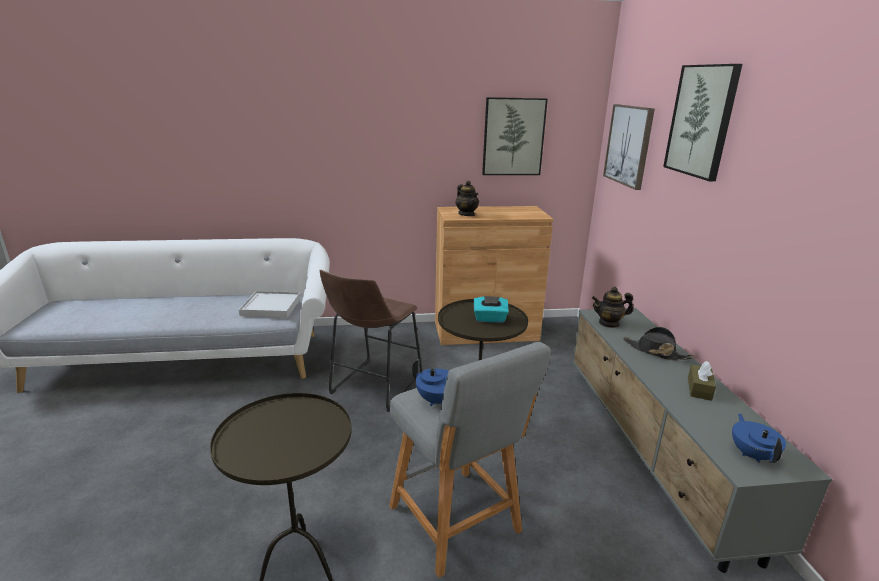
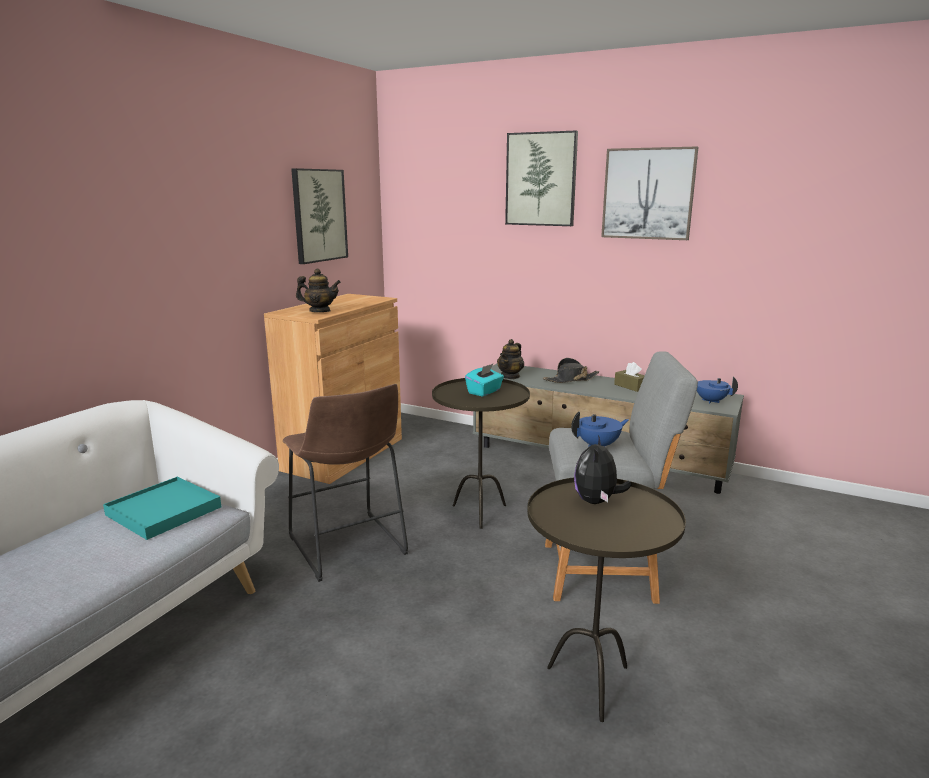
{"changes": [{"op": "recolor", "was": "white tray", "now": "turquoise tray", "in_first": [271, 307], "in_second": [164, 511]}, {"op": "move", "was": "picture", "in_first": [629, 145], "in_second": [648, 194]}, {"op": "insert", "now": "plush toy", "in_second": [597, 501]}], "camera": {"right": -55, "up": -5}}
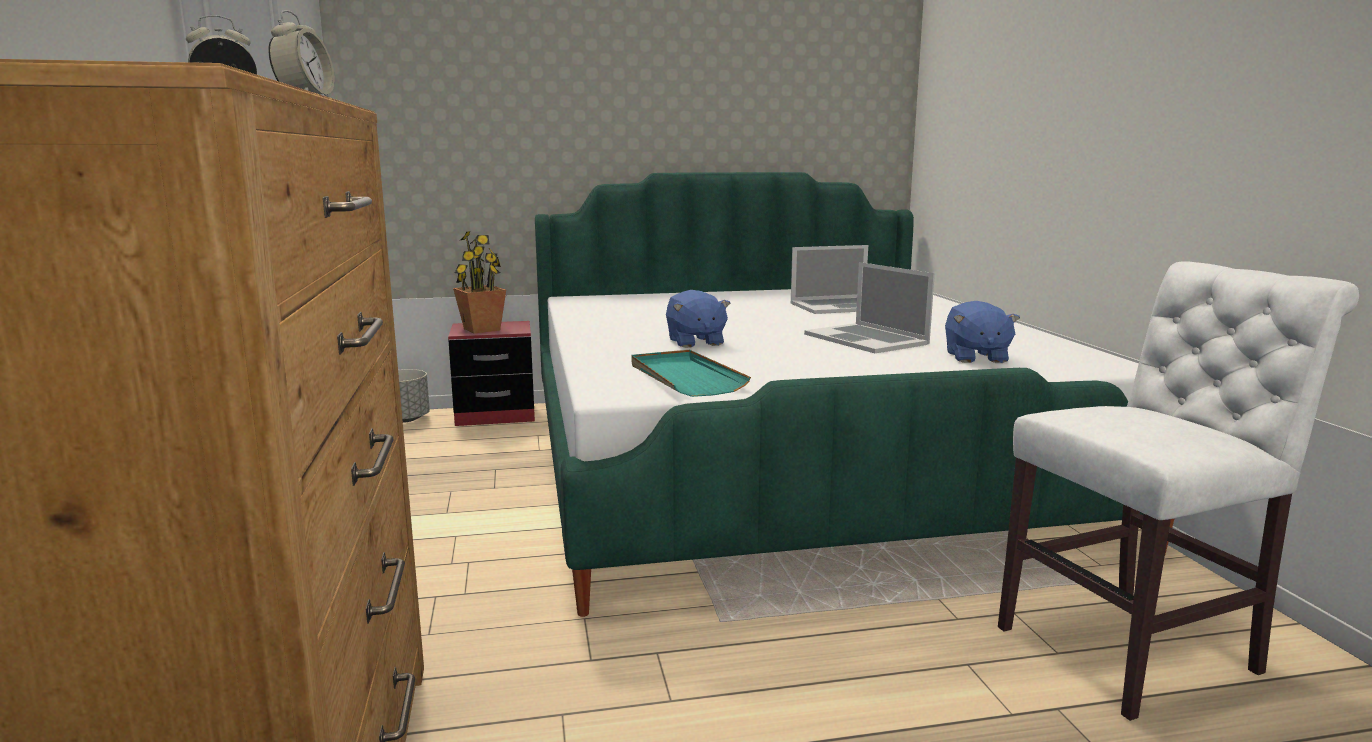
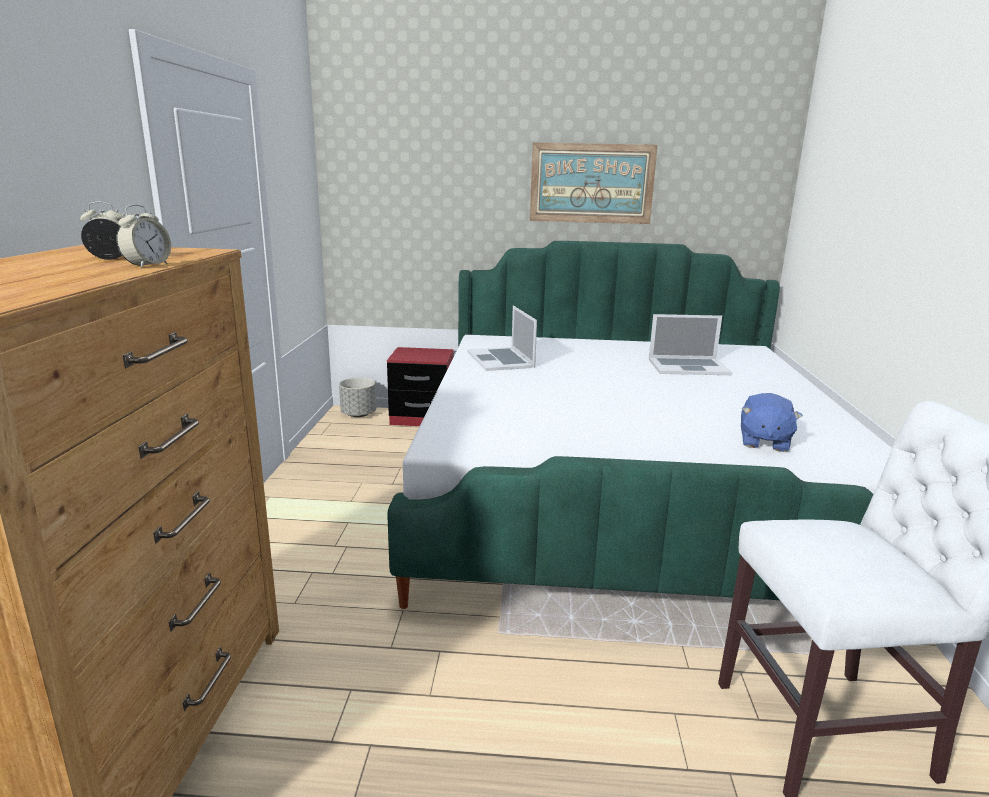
{"changes": [{"op": "delete", "was": "potted plant", "in_first": [481, 329]}, {"op": "delete", "was": "turquoise tray", "in_first": [685, 377]}, {"op": "delete", "was": "blue plush toy", "in_first": [695, 342]}, {"op": "move", "was": "laptop", "in_first": [866, 339], "in_second": [501, 359]}, {"op": "insert", "now": "picture", "in_second": [591, 183]}], "camera": {"right": 15, "up": 5}}
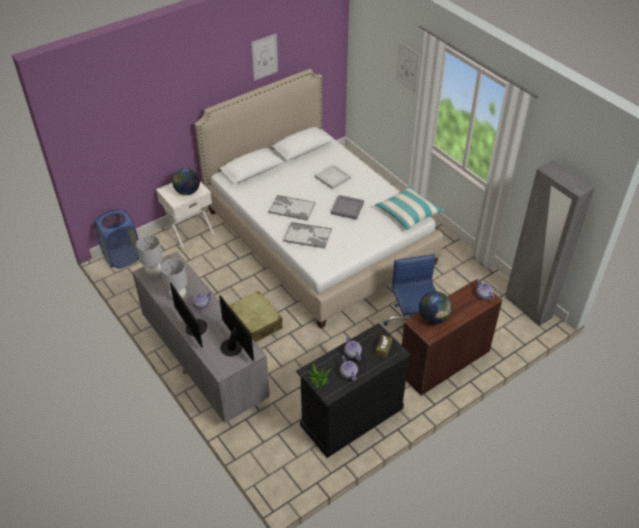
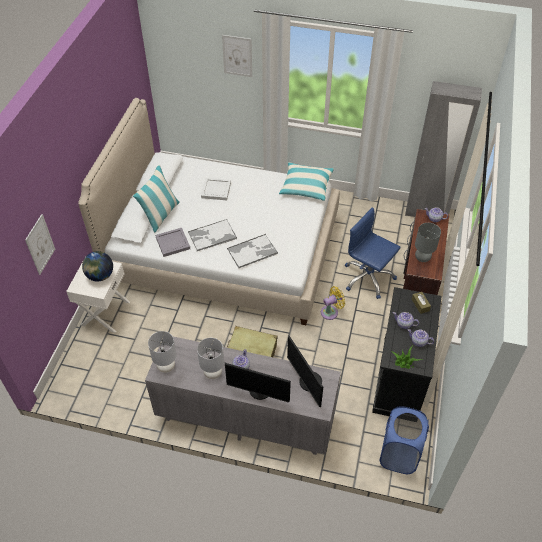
{"changes": [{"op": "move", "was": "blue laundry basket", "in_first": [122, 257], "in_second": [399, 454]}, {"op": "rotate", "was": "monitor", "in_first": [233, 346], "in_second": [308, 383], "clockwise": -135}, {"op": "move", "was": "picture", "in_first": [264, 57], "in_second": [40, 244]}, {"op": "move", "was": "grey tray", "in_first": [348, 208], "in_second": [173, 242]}, {"op": "replace", "was": "globe", "now": "grey table lamp", "in_first": [433, 318], "in_second": [422, 258]}, {"op": "insert", "now": "pillow", "in_second": [160, 215]}, {"op": "insert", "now": "yellow fan", "in_second": [331, 312]}], "camera": {"right": -40, "up": 5}}
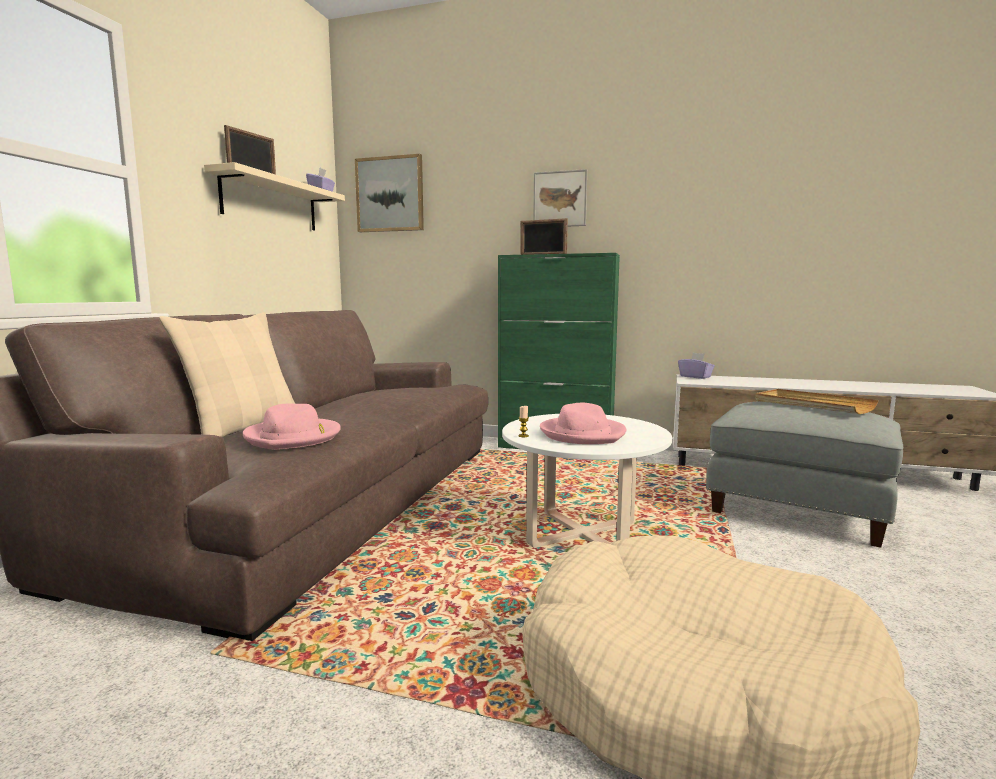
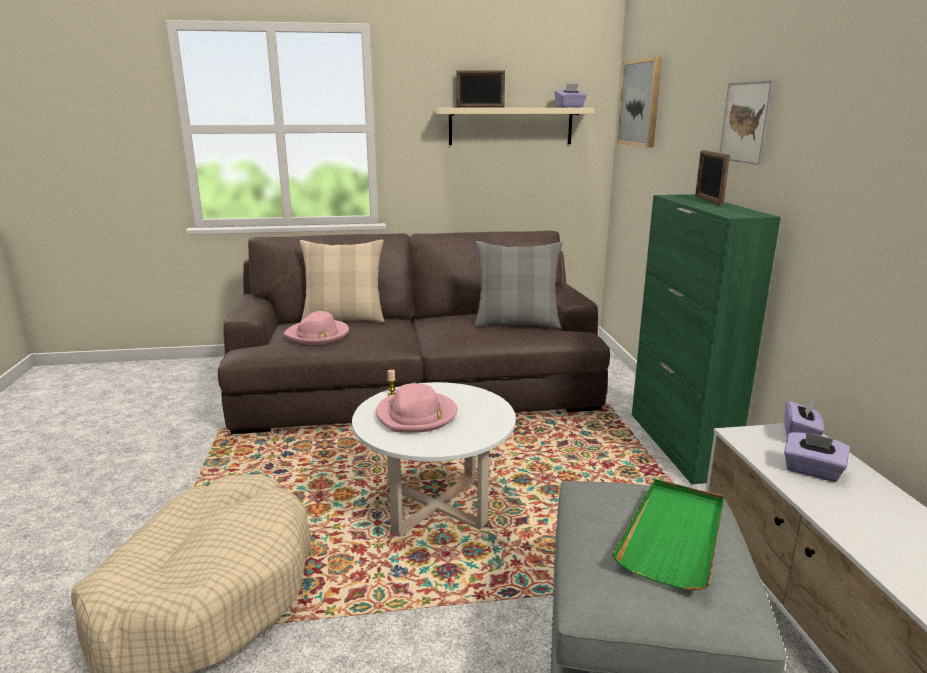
{"changes": [{"op": "recolor", "was": "beige tray", "now": "green tray", "in_first": [812, 405], "in_second": [674, 535]}, {"op": "insert", "now": "grey pillow", "in_second": [516, 324]}, {"op": "insert", "now": "purple tissue box", "in_second": [812, 471]}], "camera": {"right": 65, "up": 10}}
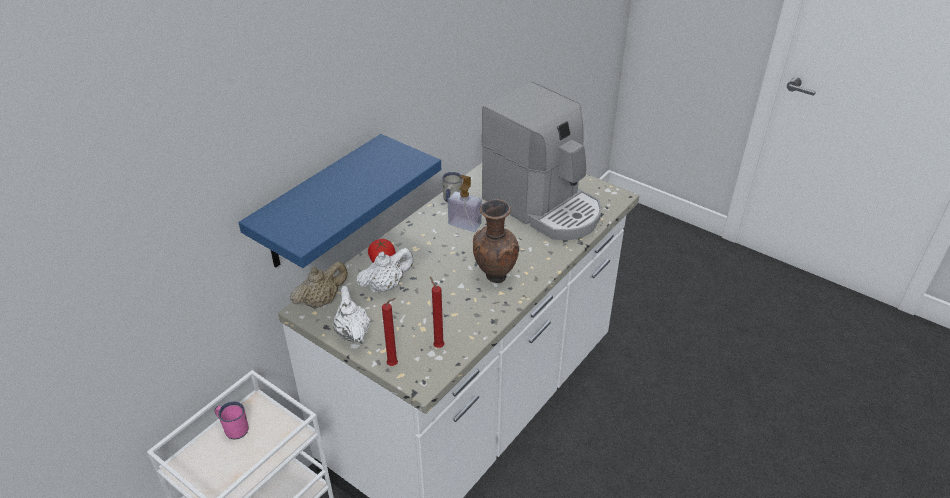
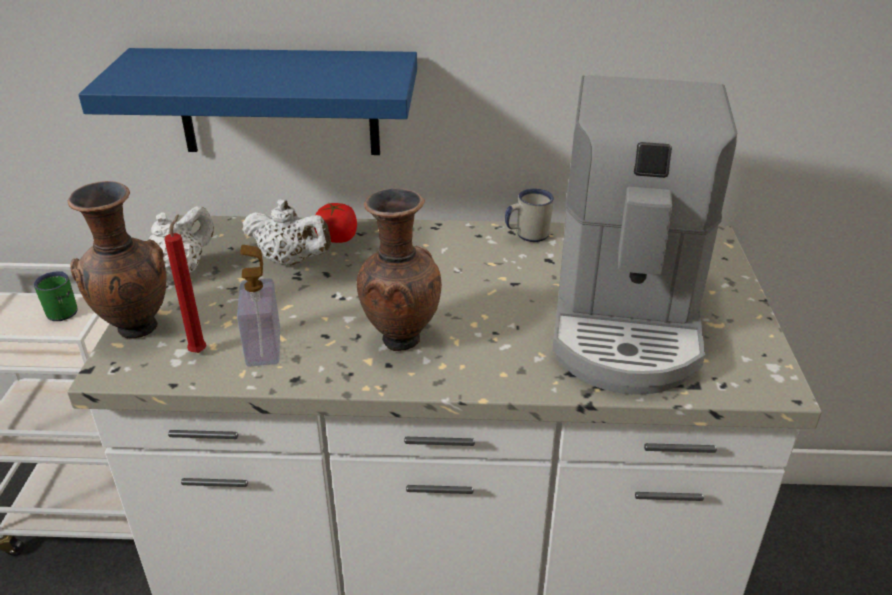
{"changes": [{"op": "recolor", "was": "pink mug", "now": "green mug", "in_first": [233, 428], "in_second": [64, 309]}, {"op": "delete", "was": "beige teapot", "in_first": [321, 301]}, {"op": "replace", "was": "red candle", "now": "brown vase", "in_first": [394, 364], "in_second": [135, 330]}, {"op": "move", "was": "soap dispenser", "in_first": [464, 224], "in_second": [263, 347]}], "camera": {"right": 55, "up": -5}}
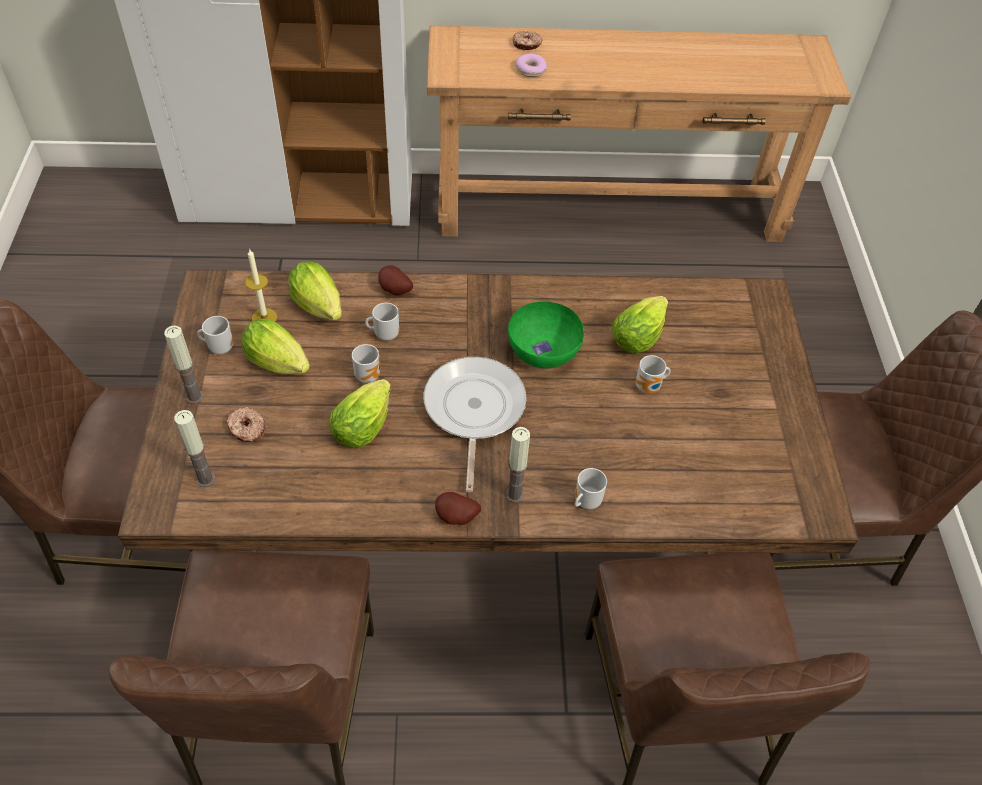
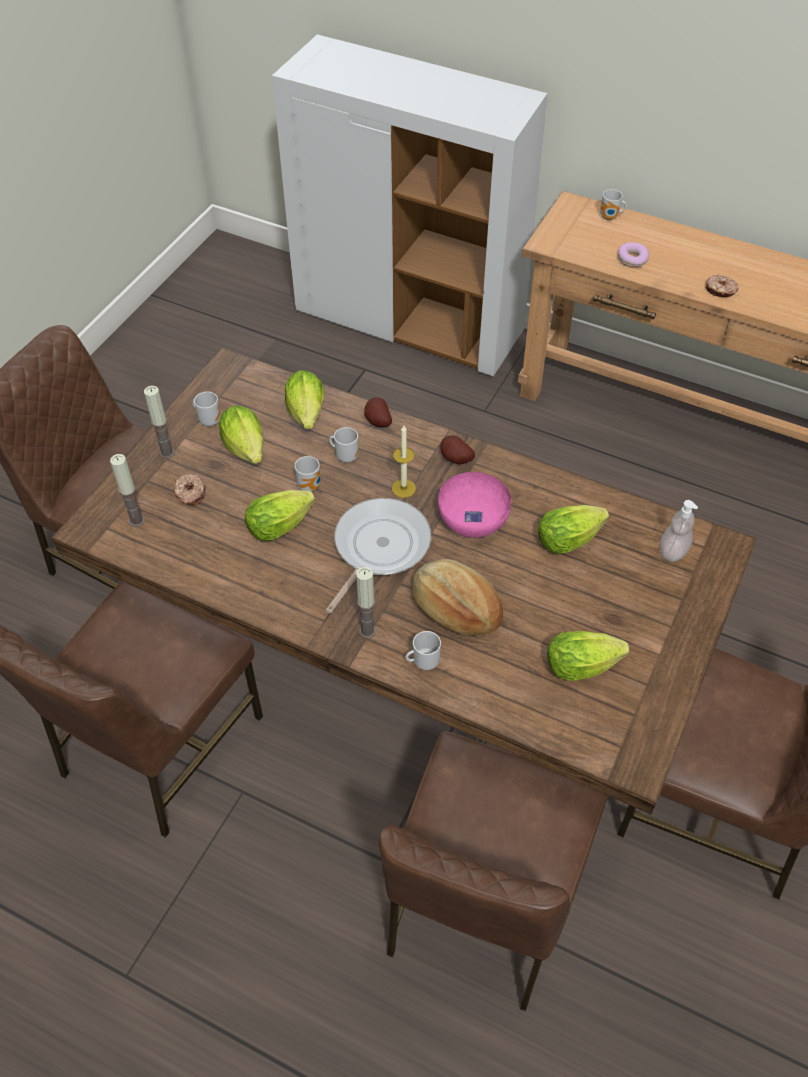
{"changes": [{"op": "move", "was": "candle", "in_first": [264, 317], "in_second": [403, 488]}, {"op": "move", "was": "potato", "in_first": [456, 518], "in_second": [455, 460]}, {"op": "recolor", "was": "green bowl", "now": "pink bowl", "in_first": [542, 351], "in_second": [471, 520]}, {"op": "move", "was": "donut", "in_first": [526, 45], "in_second": [720, 290]}, {"op": "move", "was": "mug", "in_first": [649, 388], "in_second": [610, 218]}, {"op": "insert", "now": "bread", "in_second": [455, 609]}, {"op": "insert", "now": "lettuce", "in_second": [585, 665]}, {"op": "insert", "now": "soap dispenser", "in_second": [673, 551]}], "camera": {"right": 30, "up": 0}}
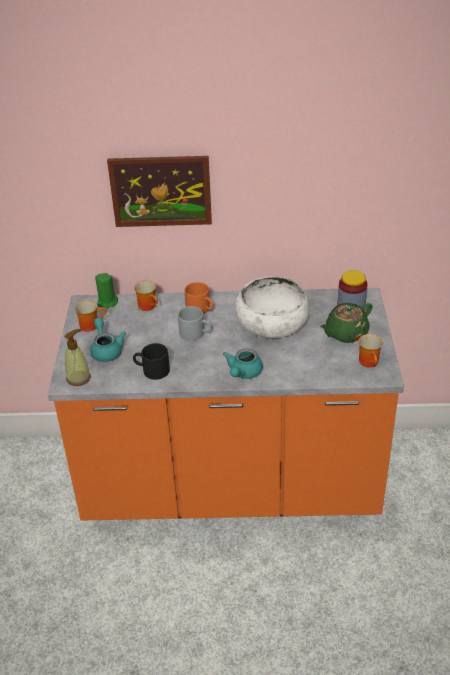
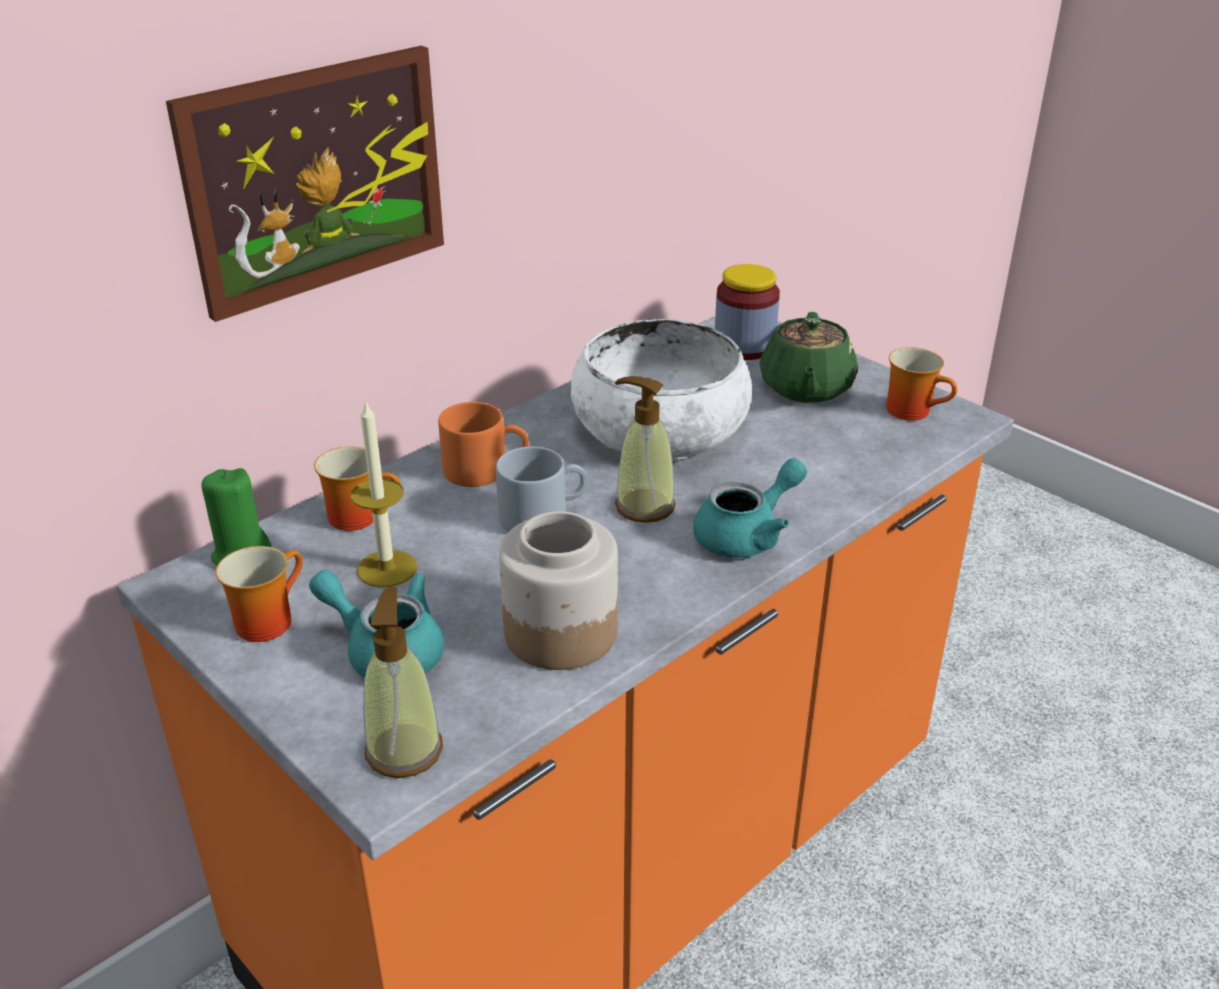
{"changes": [{"op": "replace", "was": "black mug", "now": "jar", "in_first": [151, 370], "in_second": [559, 632]}, {"op": "rotate", "was": "turquoise teapot", "in_first": [243, 373], "in_second": [747, 535], "clockwise": -105}, {"op": "insert", "now": "candle", "in_second": [387, 568]}, {"op": "insert", "now": "soap dispenser", "in_second": [644, 506]}], "camera": {"right": -45, "up": -5}}
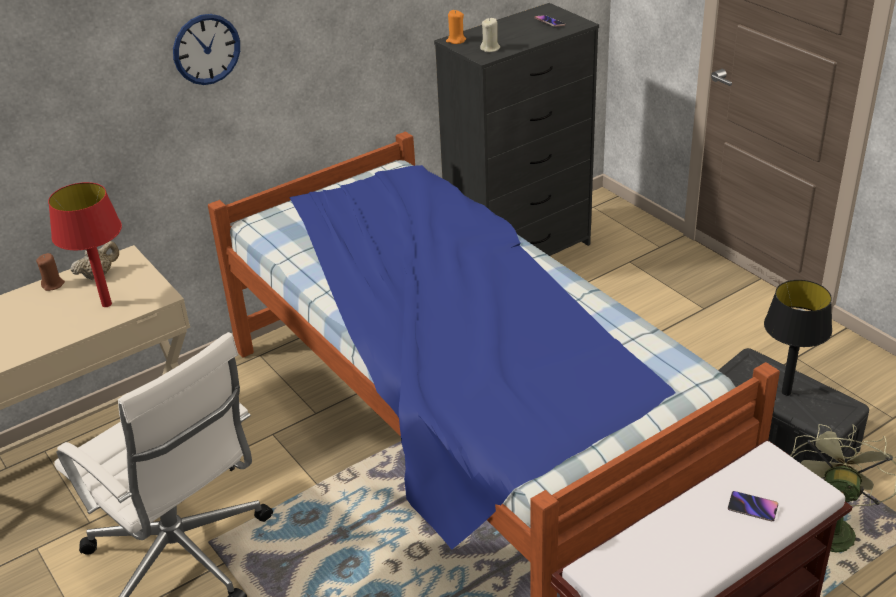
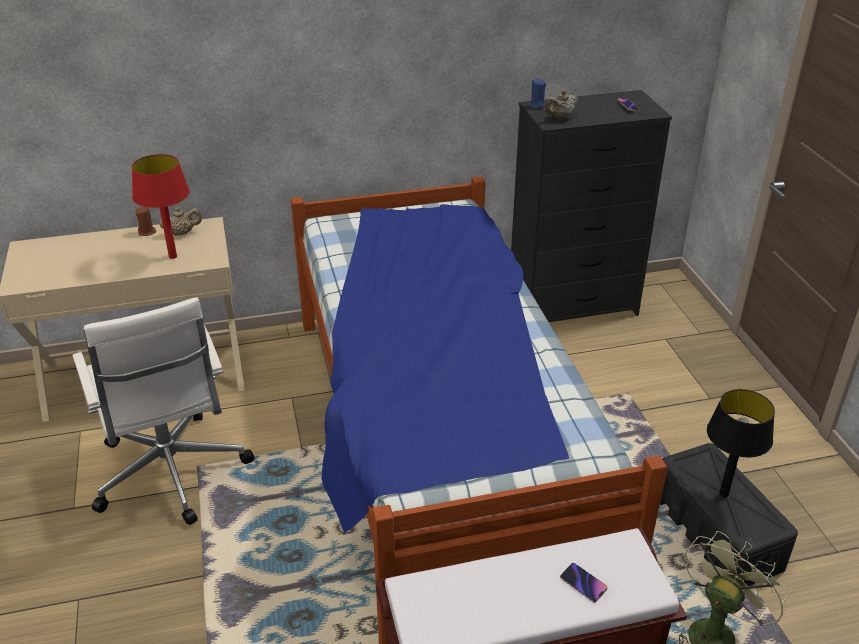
{"changes": [{"op": "delete", "was": "wall clock", "in_first": [206, 49]}, {"op": "recolor", "was": "orange candle", "now": "blue candle", "in_first": [456, 40], "in_second": [536, 106]}, {"op": "replace", "was": "beige candle", "now": "beige teapot", "in_first": [490, 48], "in_second": [560, 118]}], "camera": {"right": 20, "up": 0}}
